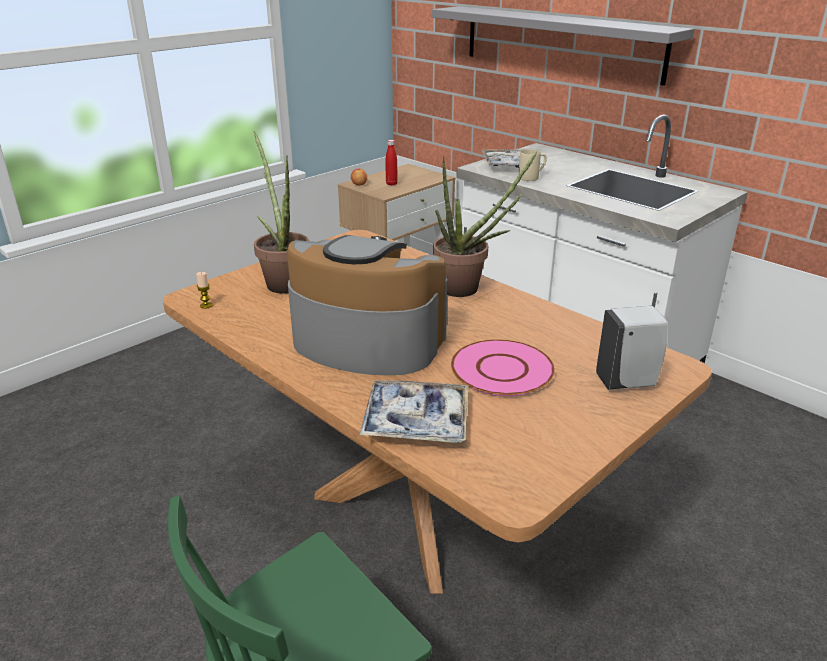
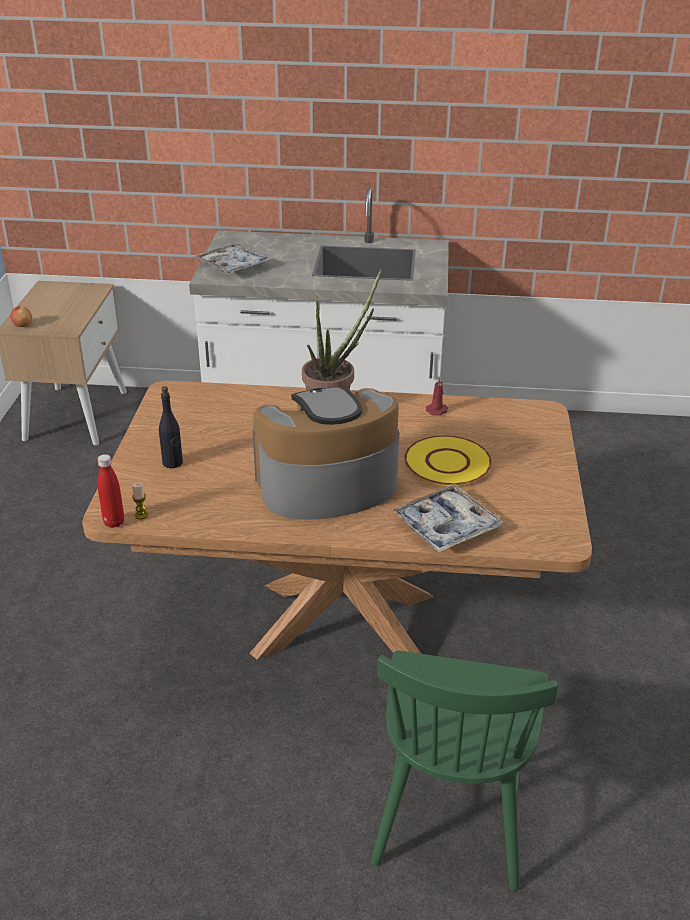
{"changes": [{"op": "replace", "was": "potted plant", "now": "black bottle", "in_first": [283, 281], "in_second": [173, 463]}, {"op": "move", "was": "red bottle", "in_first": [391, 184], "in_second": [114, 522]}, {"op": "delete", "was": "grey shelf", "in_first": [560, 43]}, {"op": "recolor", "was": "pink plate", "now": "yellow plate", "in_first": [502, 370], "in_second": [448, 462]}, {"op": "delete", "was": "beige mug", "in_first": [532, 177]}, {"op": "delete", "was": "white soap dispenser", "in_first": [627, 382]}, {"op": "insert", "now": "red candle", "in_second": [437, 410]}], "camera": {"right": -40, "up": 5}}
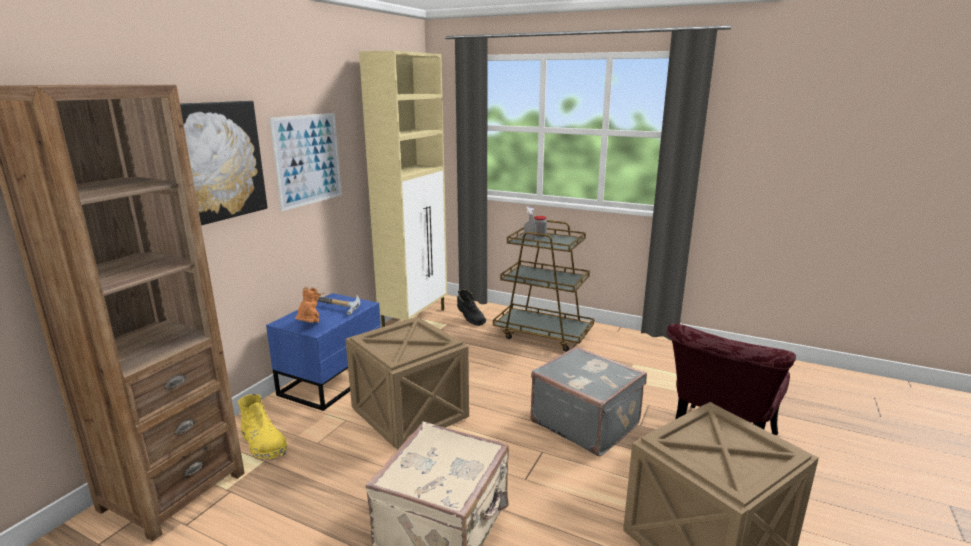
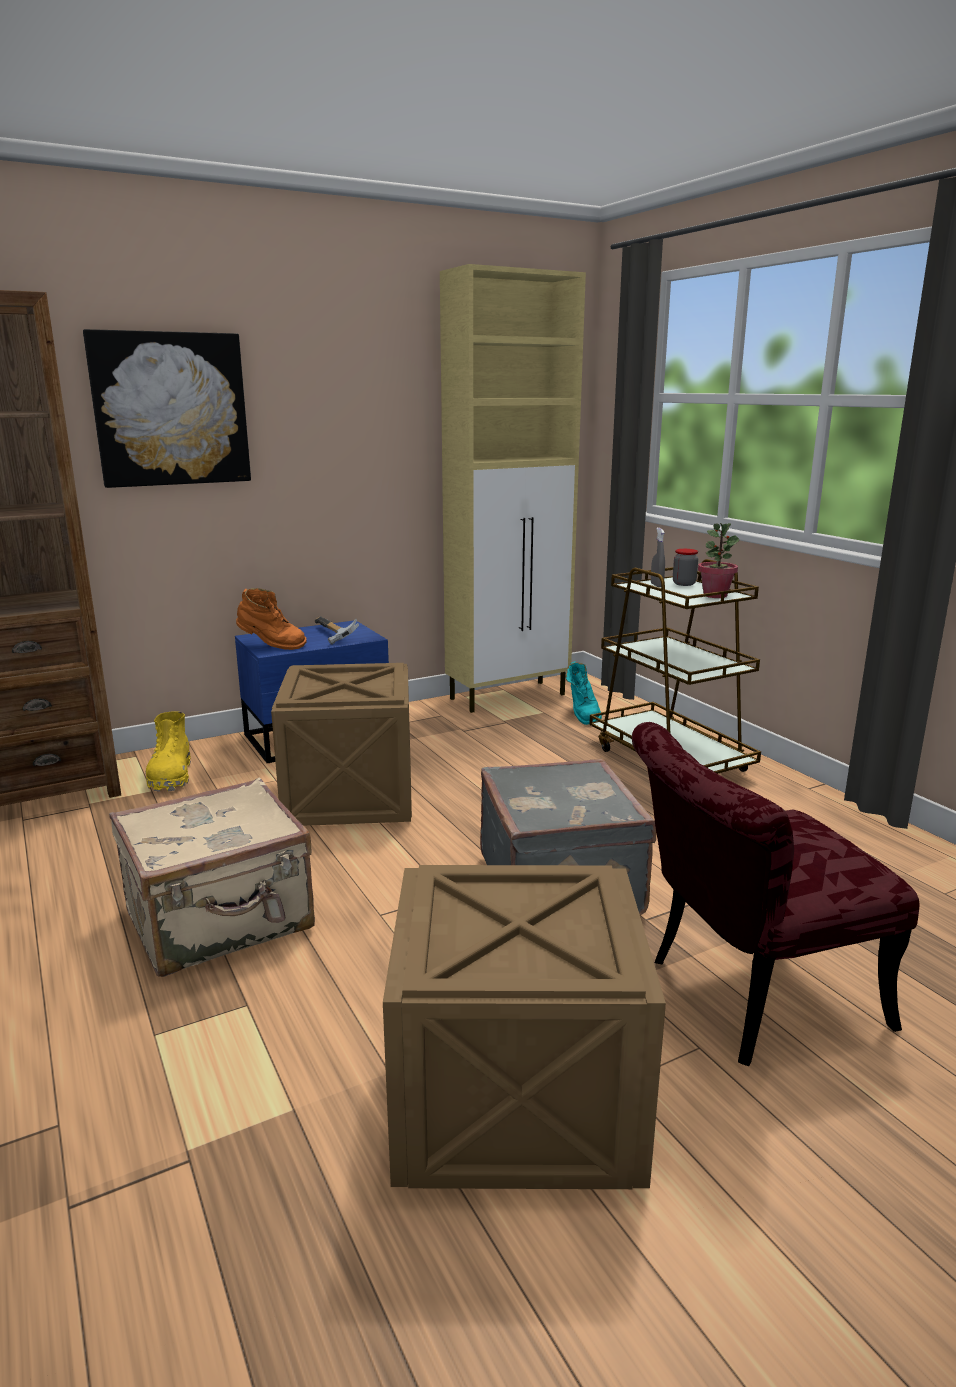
{"changes": [{"op": "delete", "was": "picture", "in_first": [308, 160]}, {"op": "rotate", "was": "orange boot", "in_first": [310, 326], "in_second": [271, 646], "clockwise": 75}, {"op": "recolor", "was": "black boot", "now": "turquoise boot", "in_first": [470, 320], "in_second": [582, 715]}, {"op": "insert", "now": "potted plant", "in_second": [715, 595]}], "camera": {"right": 35, "up": 0}}
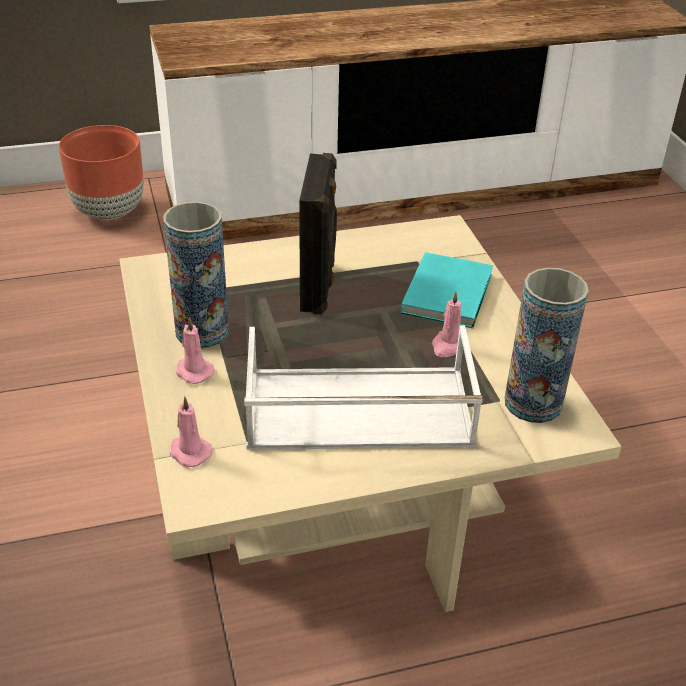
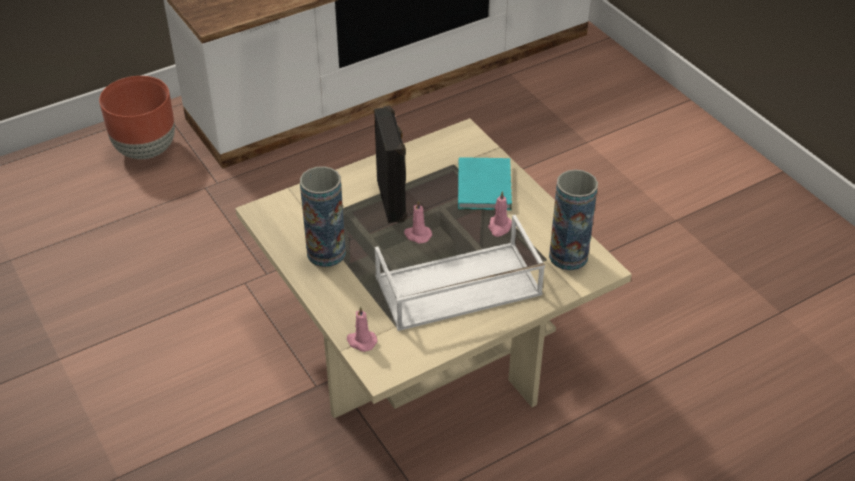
{"changes": [{"op": "move", "was": "pink candle", "in_first": [193, 371], "in_second": [417, 235]}], "camera": {"right": -15, "up": 5}}
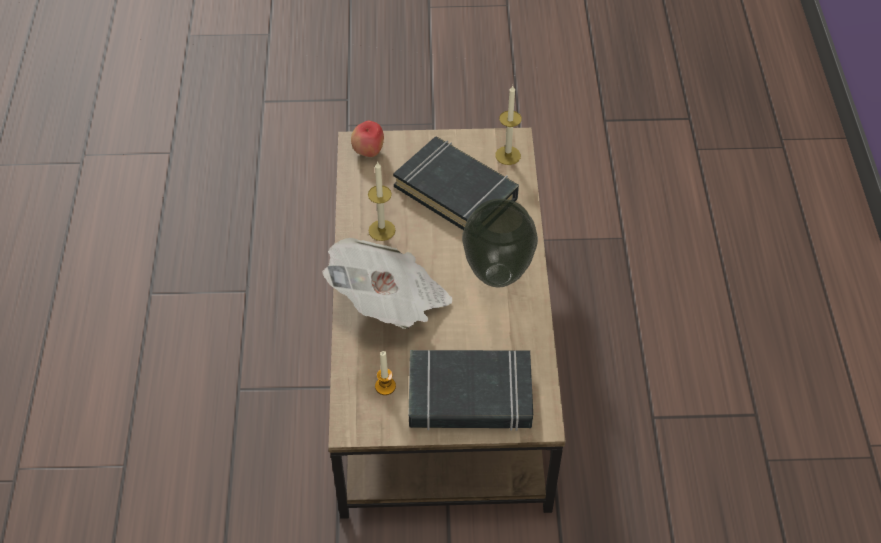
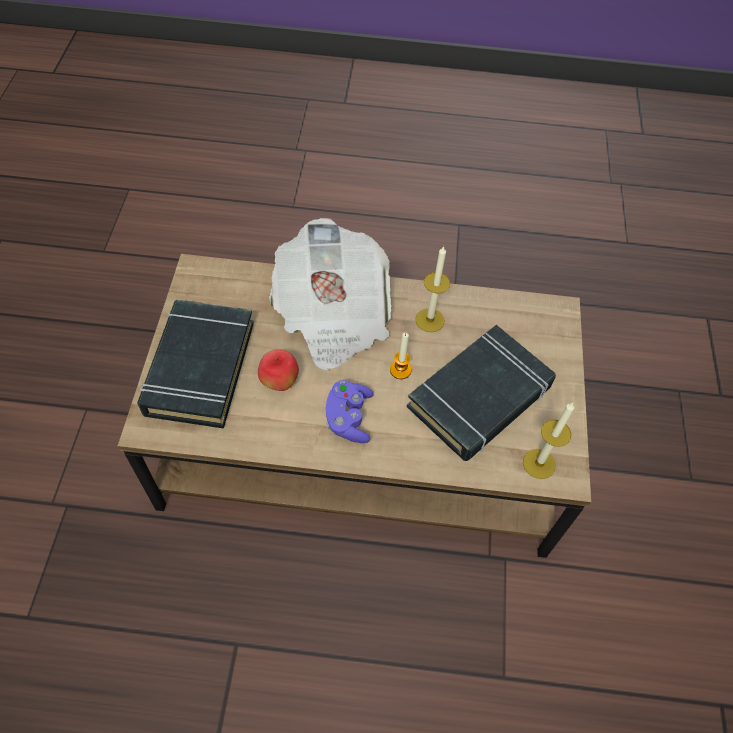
{"changes": [{"op": "move", "was": "apple", "in_first": [368, 152], "in_second": [279, 382]}, {"op": "move", "was": "candle", "in_first": [385, 386], "in_second": [400, 370]}, {"op": "replace", "was": "vase", "now": "purple game controller", "in_first": [496, 276], "in_second": [349, 418]}], "camera": {"right": 95, "up": 5}}
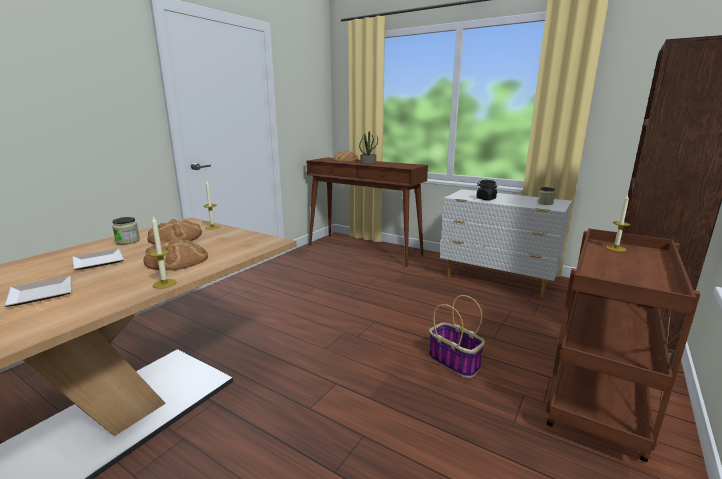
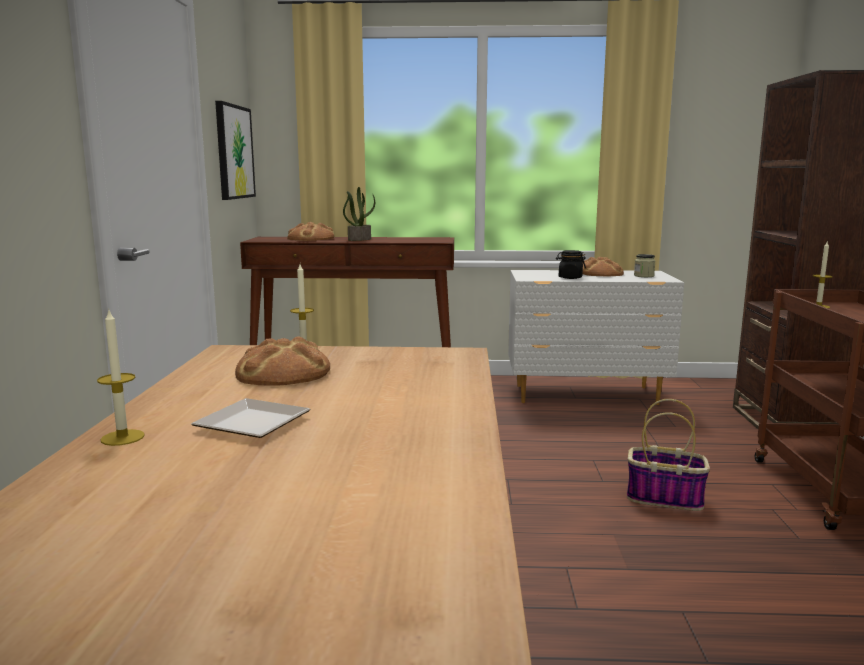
{"changes": [{"op": "delete", "was": "plate", "in_first": [39, 294]}, {"op": "delete", "was": "jar", "in_first": [128, 241]}, {"op": "move", "was": "bread", "in_first": [177, 259], "in_second": [600, 273]}, {"op": "move", "was": "candle", "in_first": [164, 284], "in_second": [122, 437]}, {"op": "insert", "now": "picture", "in_second": [234, 152]}], "camera": {"right": -30, "up": -5}}
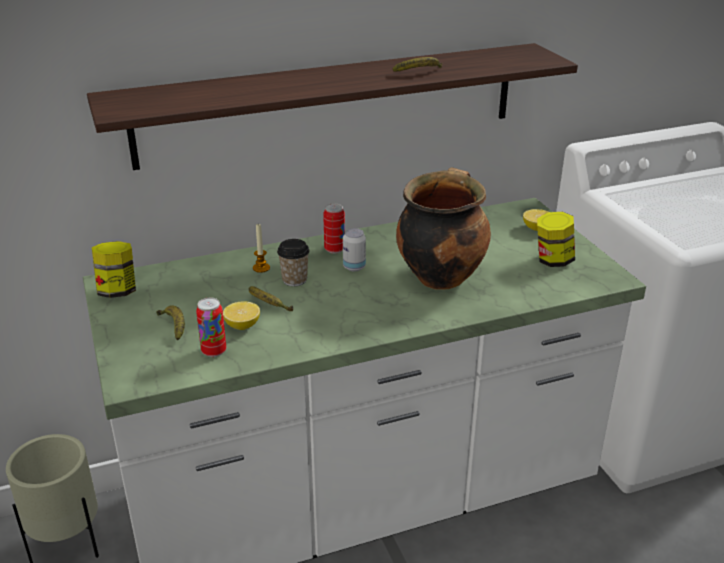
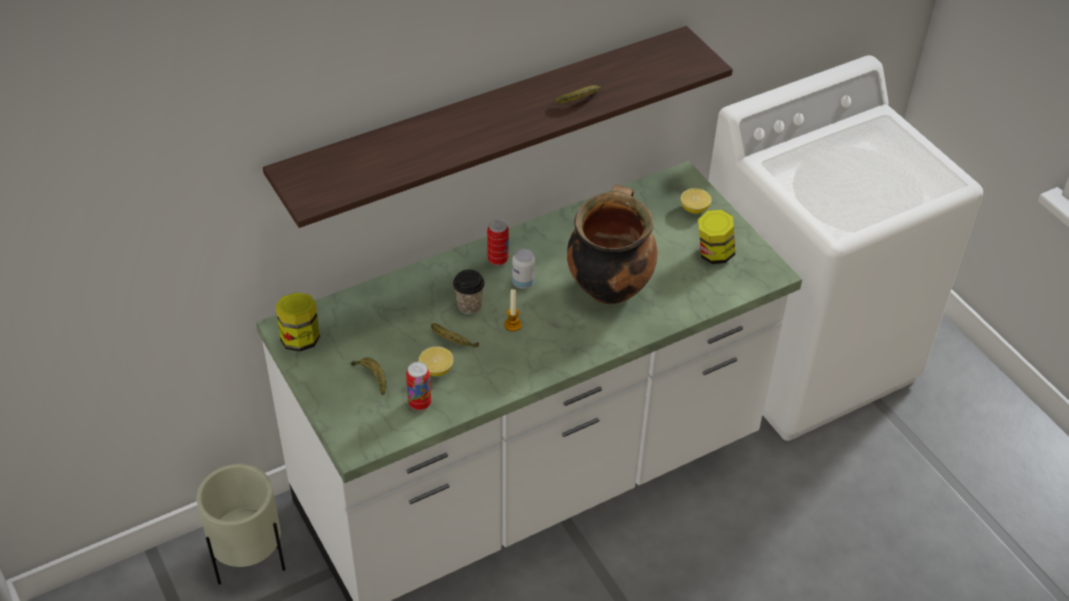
{"changes": [{"op": "move", "was": "candle", "in_first": [261, 268], "in_second": [512, 325]}], "camera": {"right": -10, "up": 15}}
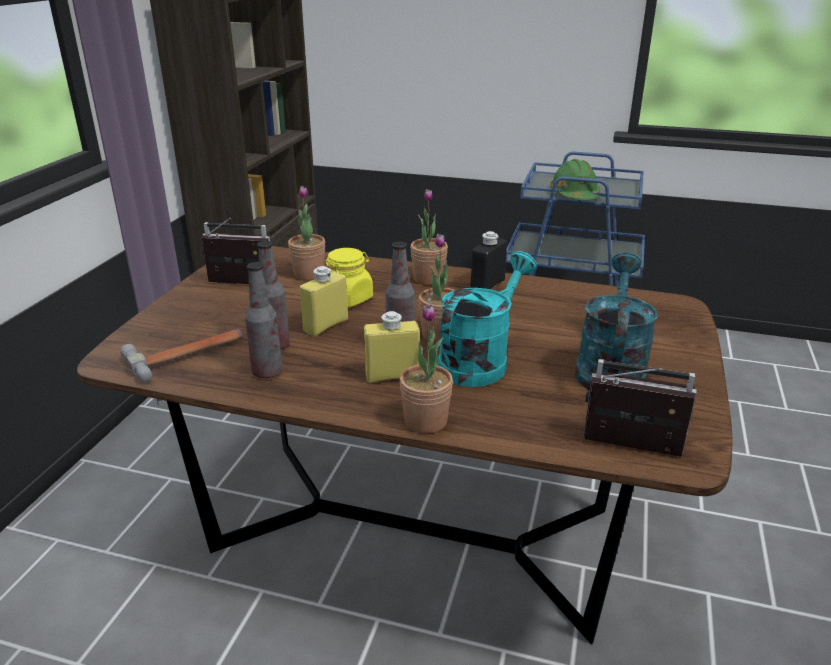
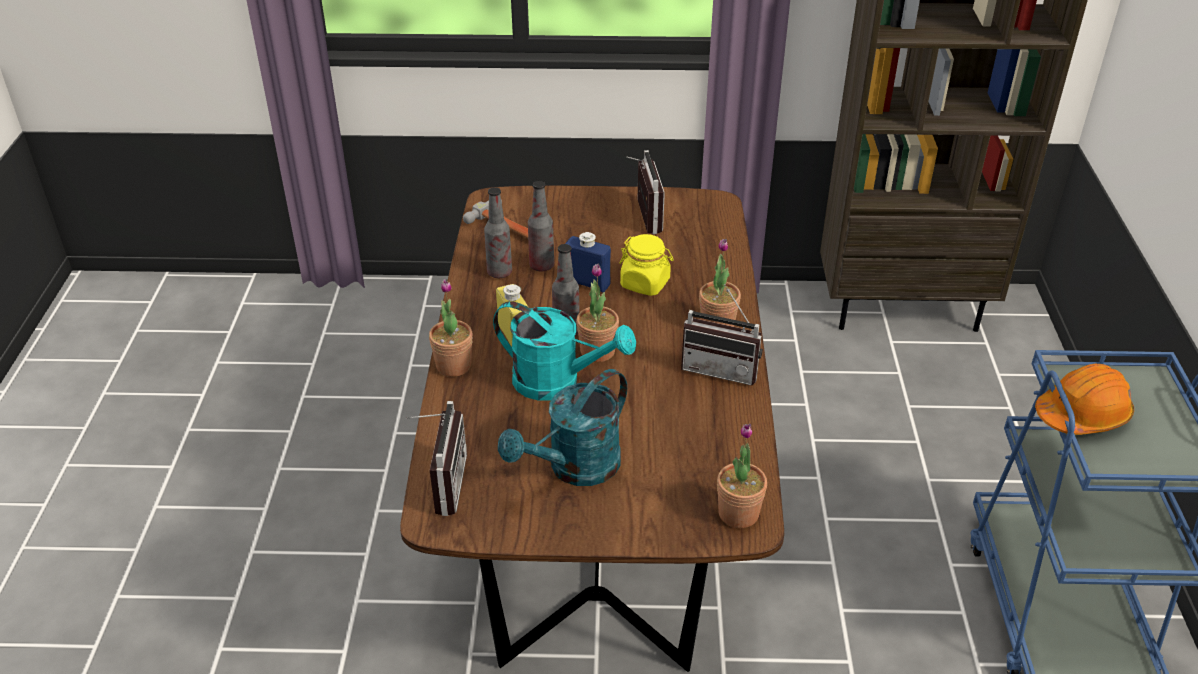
{"changes": [{"op": "move", "was": "potted plant", "in_first": [309, 274], "in_second": [738, 513]}, {"op": "recolor", "was": "yellow bottle", "now": "blue bottle", "in_first": [326, 325], "in_second": [587, 283]}, {"op": "replace", "was": "black bottle", "now": "radio", "in_first": [487, 286], "in_second": [722, 368]}, {"op": "recolor", "was": "green hard hat", "now": "orange hard hat", "in_first": [574, 195], "in_second": [1082, 414]}, {"op": "rotate", "was": "turquoise watering can", "in_first": [610, 368], "in_second": [574, 469], "clockwise": 135}], "camera": {"right": 75, "up": 10}}
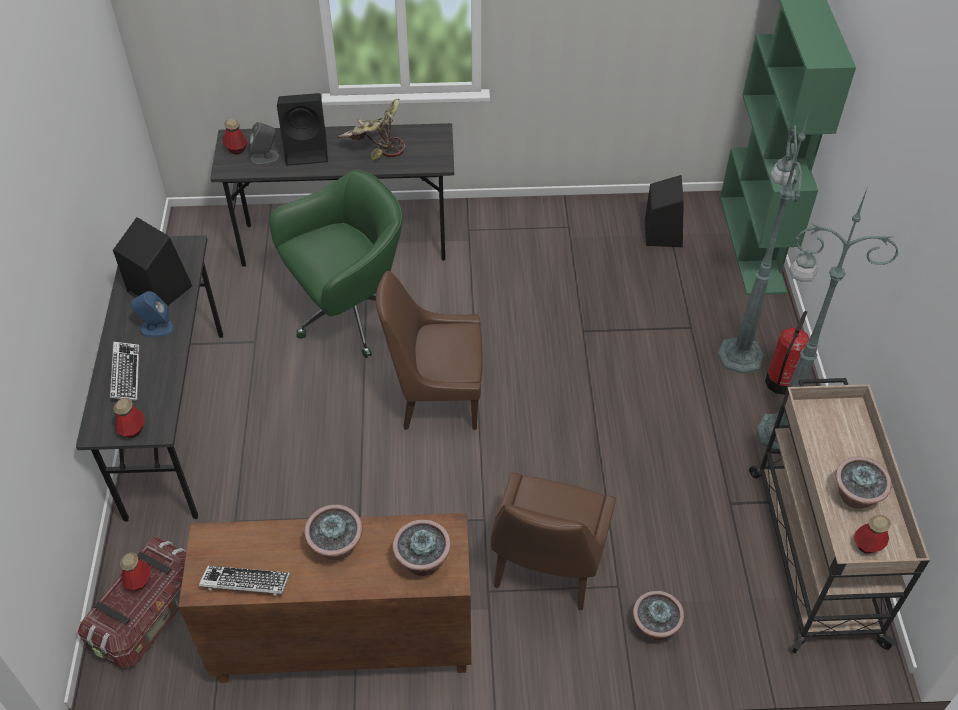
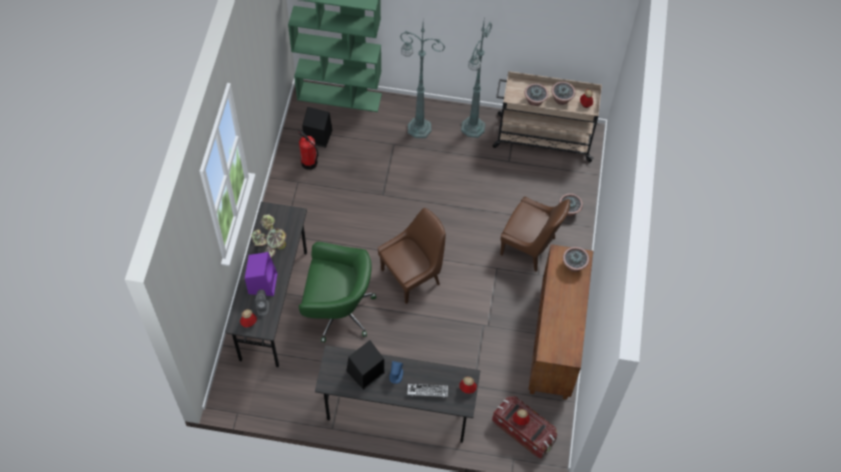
{"changes": [{"op": "delete", "was": "keyboard", "in_first": [245, 583]}, {"op": "rotate", "was": "green office chair", "in_first": [350, 314], "in_second": [337, 310], "clockwise": 120}, {"op": "recolor", "was": "black speaker", "now": "purple speaker", "in_first": [307, 150], "in_second": [262, 282]}, {"op": "move", "was": "potted plant", "in_first": [337, 547], "in_second": [535, 101]}, {"op": "rotate", "was": "brown chair", "in_first": [436, 397], "in_second": [412, 276], "clockwise": -135}, {"op": "move", "was": "fire extinguisher", "in_first": [779, 383], "in_second": [309, 163]}], "camera": {"right": -80, "up": 10}}
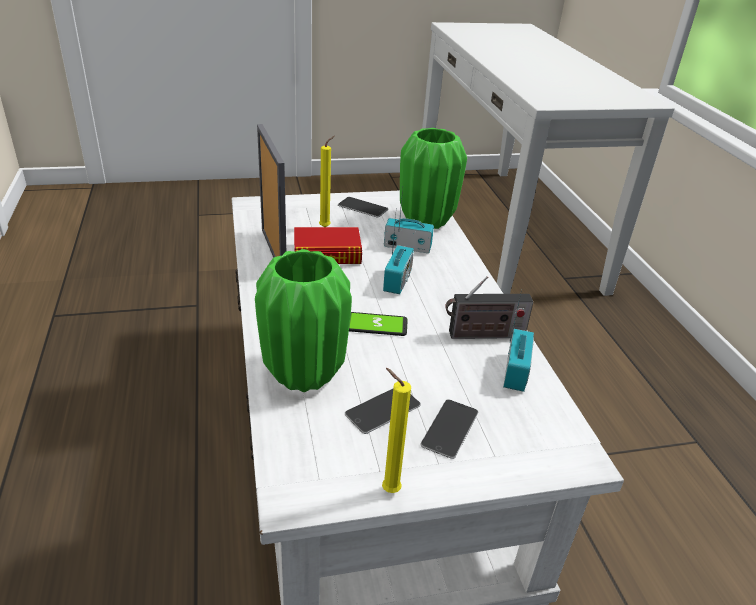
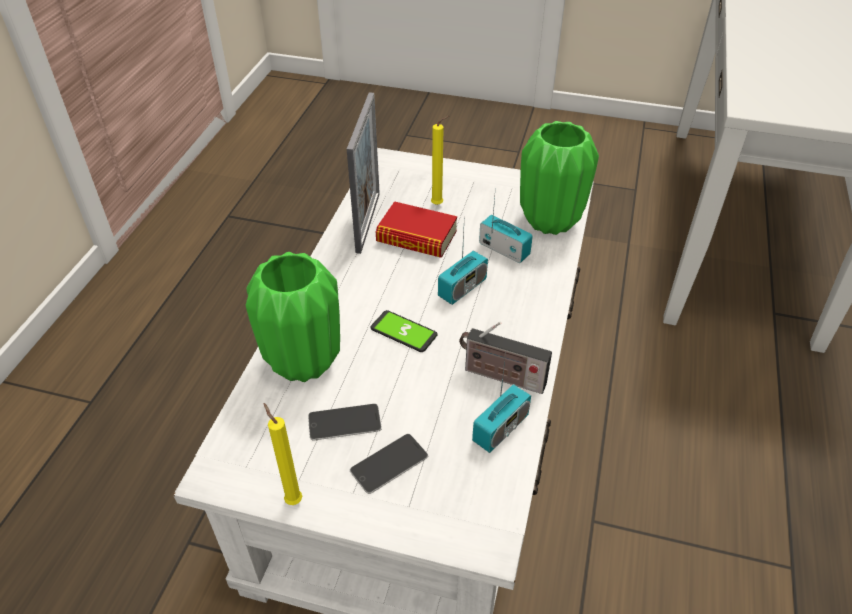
{"changes": [{"op": "delete", "was": "phone", "in_first": [362, 207]}], "camera": {"right": 30, "up": 10}}
